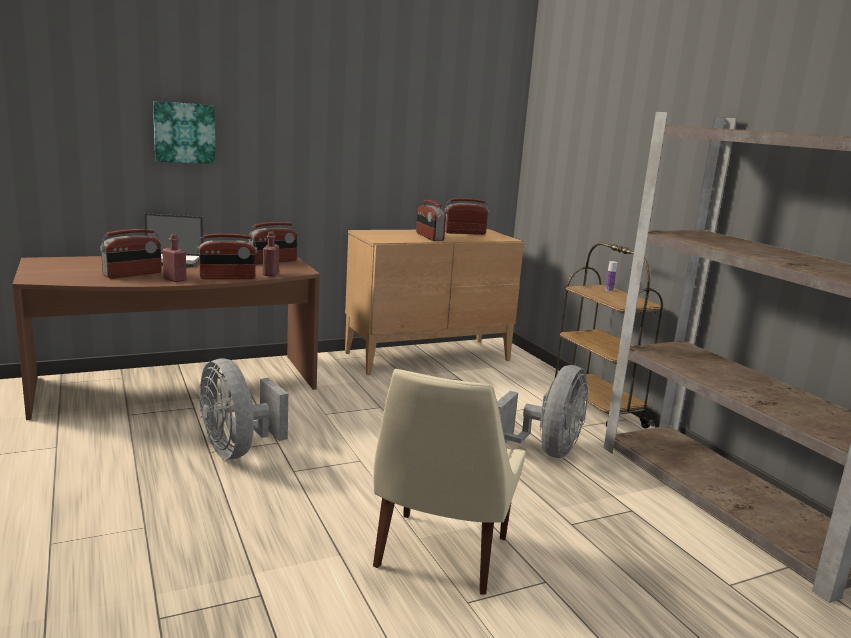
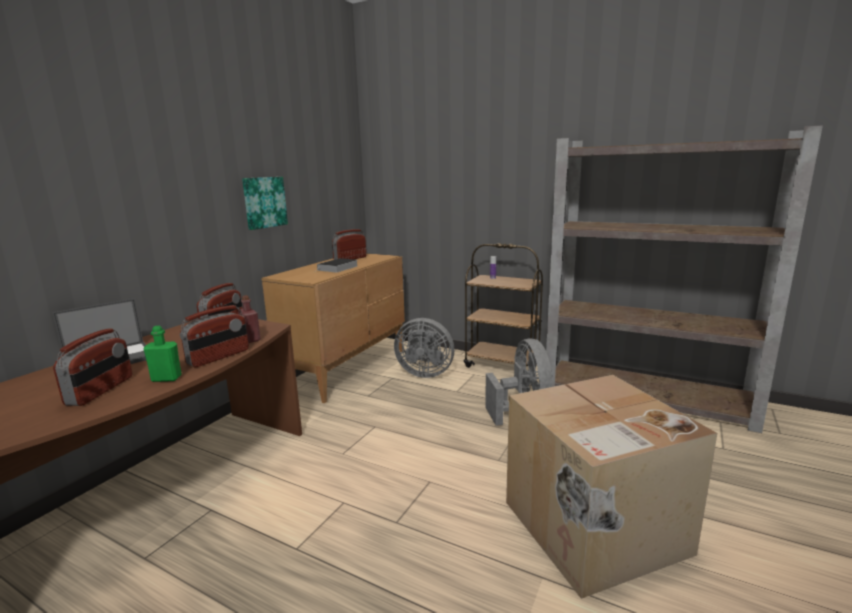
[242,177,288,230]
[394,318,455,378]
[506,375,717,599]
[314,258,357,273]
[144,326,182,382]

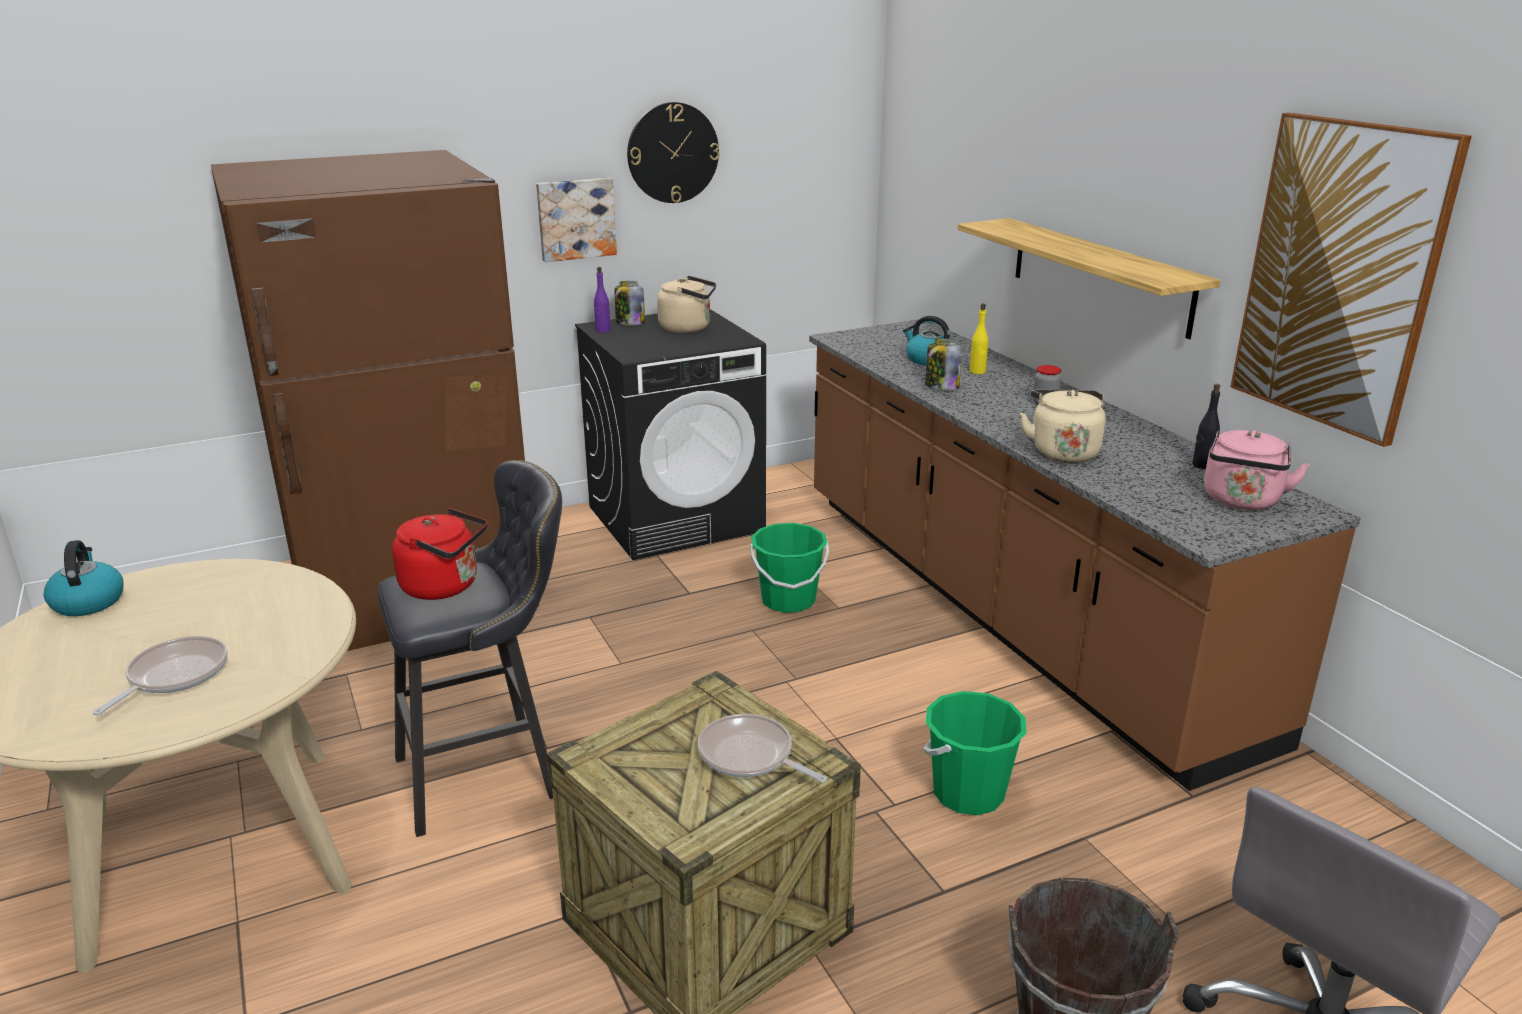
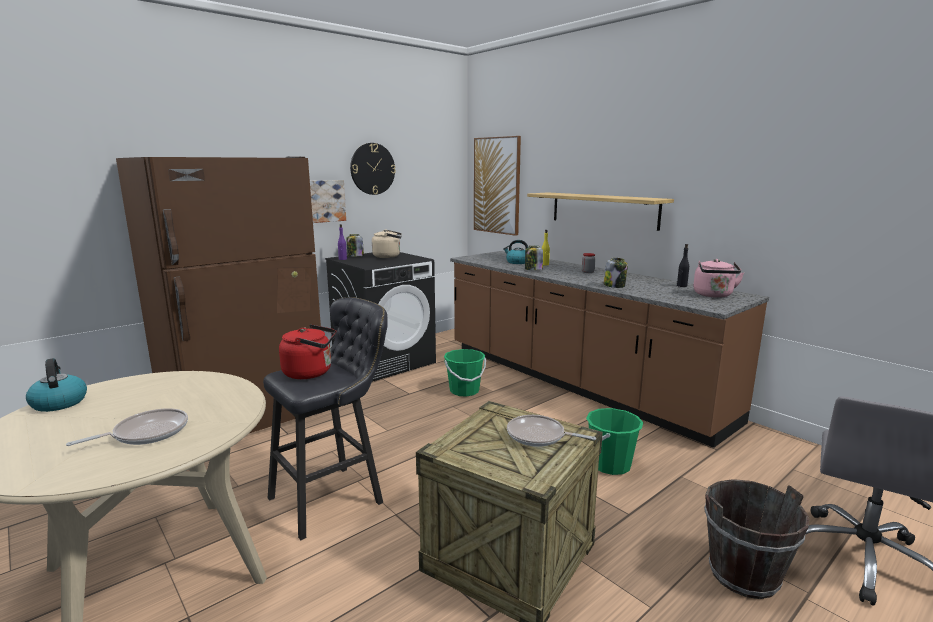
[474,136,521,236]
[603,258,628,288]
[66,408,188,446]

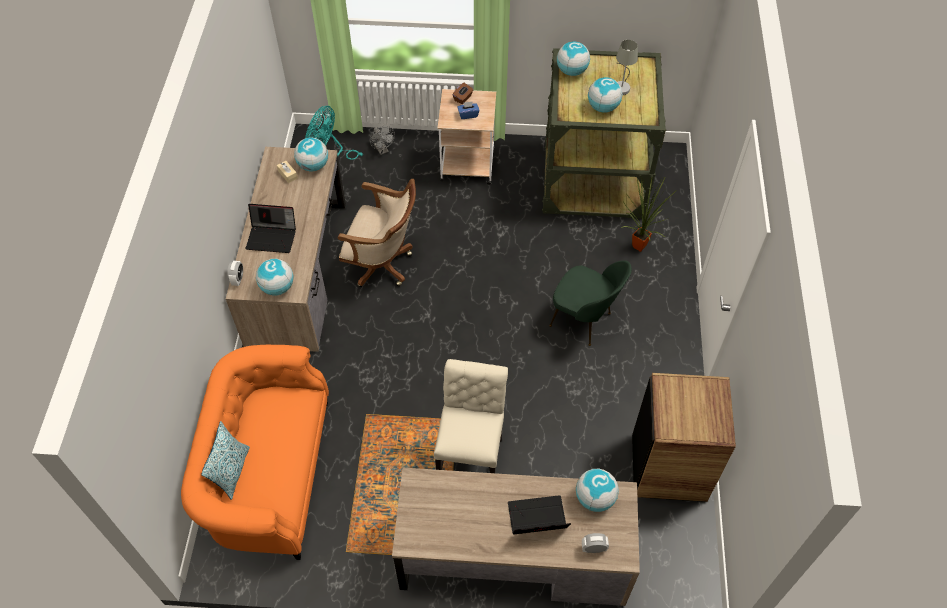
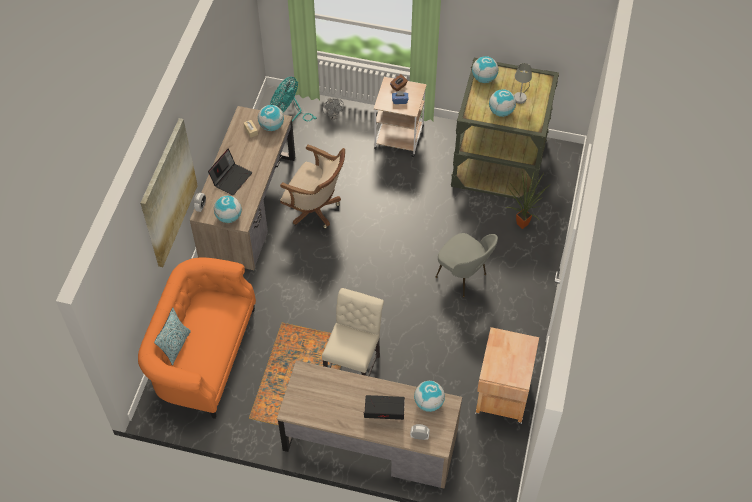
[140,118,198,267]
[475,327,539,424]
[436,233,498,297]
[208,148,252,196]

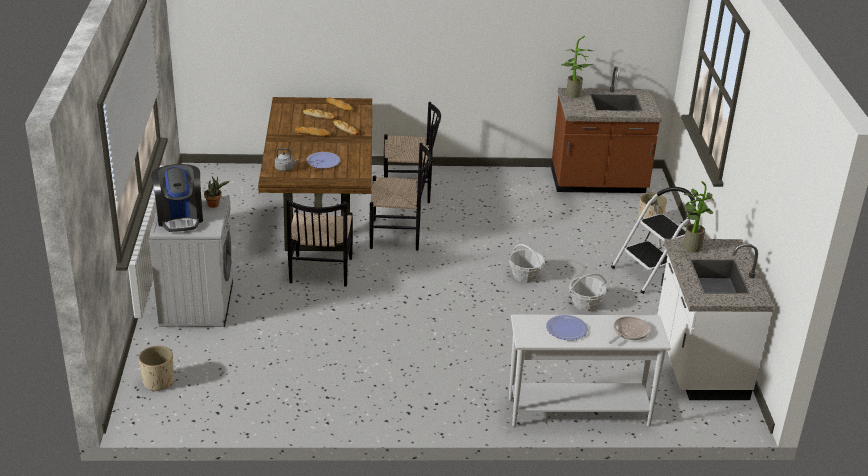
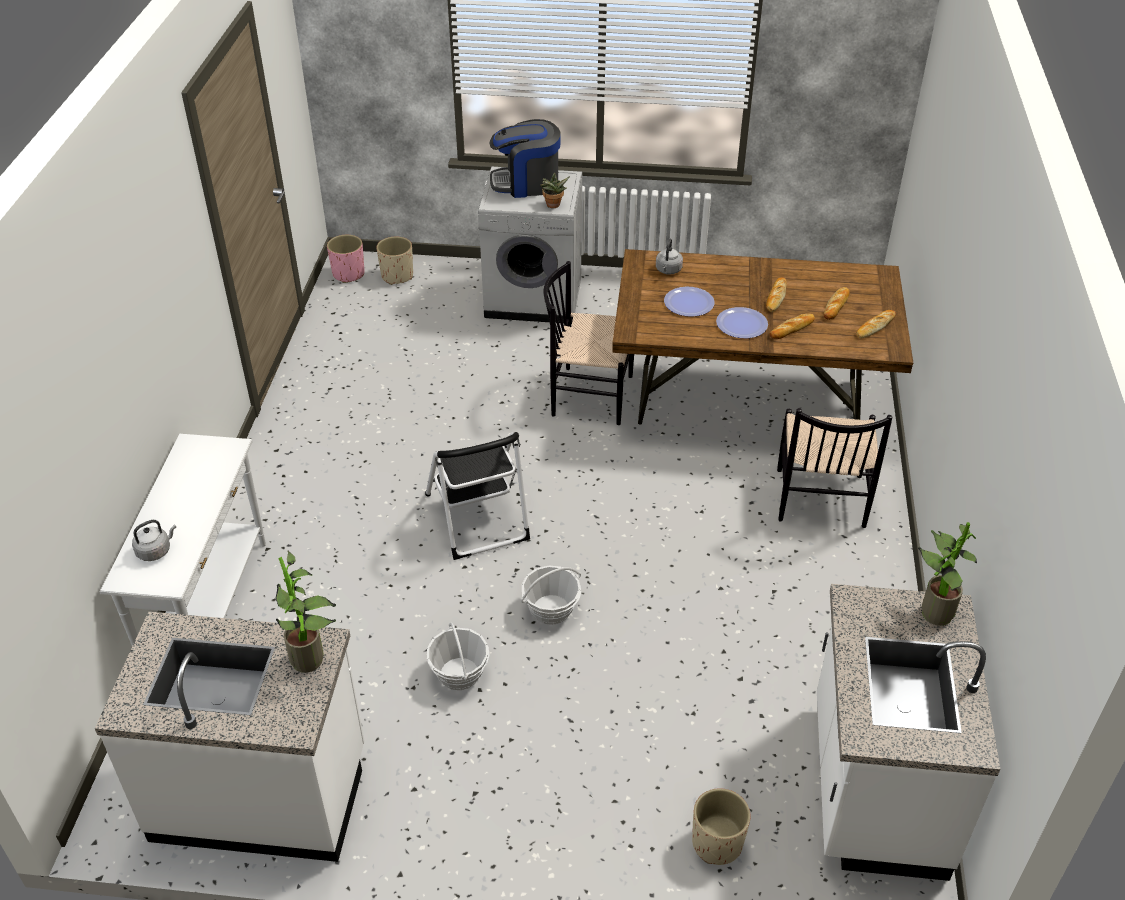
[369,143,432,251] (first image)
[327,235,364,283]
[716,307,768,338]
[425,432,530,560]
[132,520,176,561]
[817,584,1000,881]

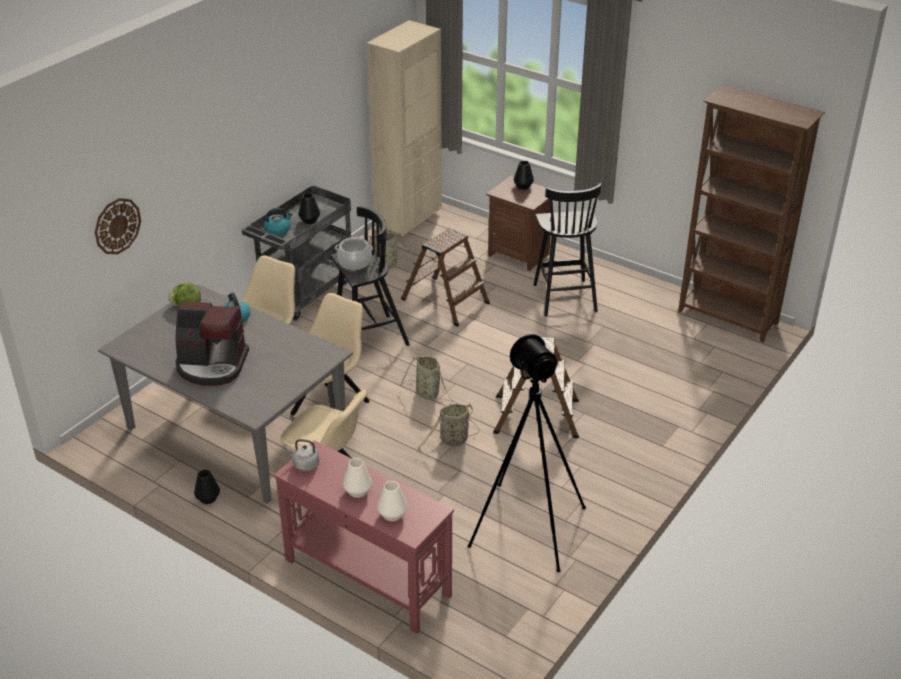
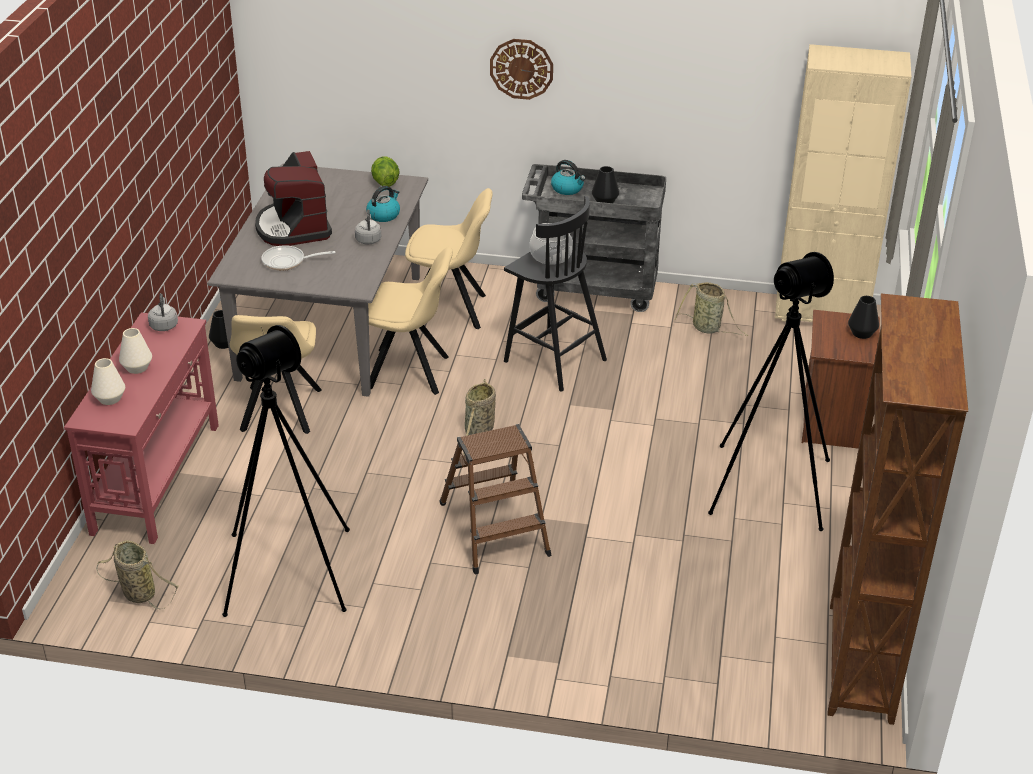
[401,228,490,327] (first image)
[261,245,336,271]
[355,209,382,245]
[490,39,553,100]
[96,540,178,609]
[708,252,834,531]

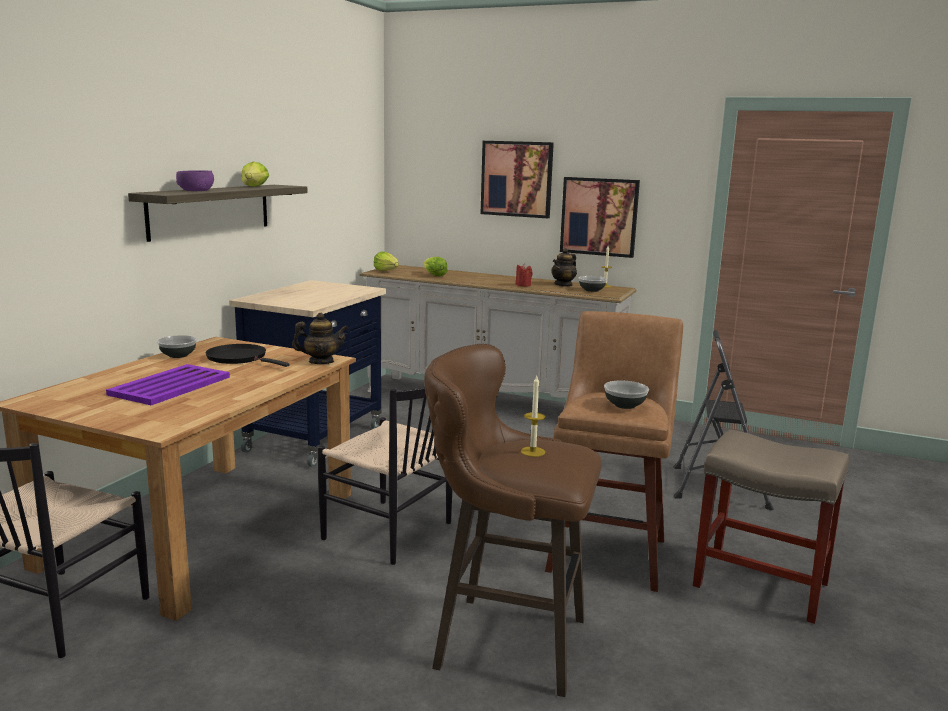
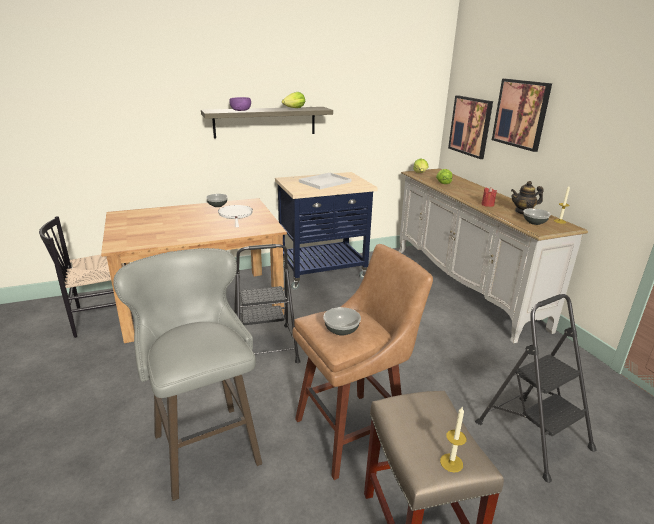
[106,364,230,405] (first image)
[292,313,349,364] (first image)
[299,173,351,189]
[440,406,467,473]
[448,95,493,159]
[234,244,301,363]
[218,205,253,227]
[113,248,262,501]

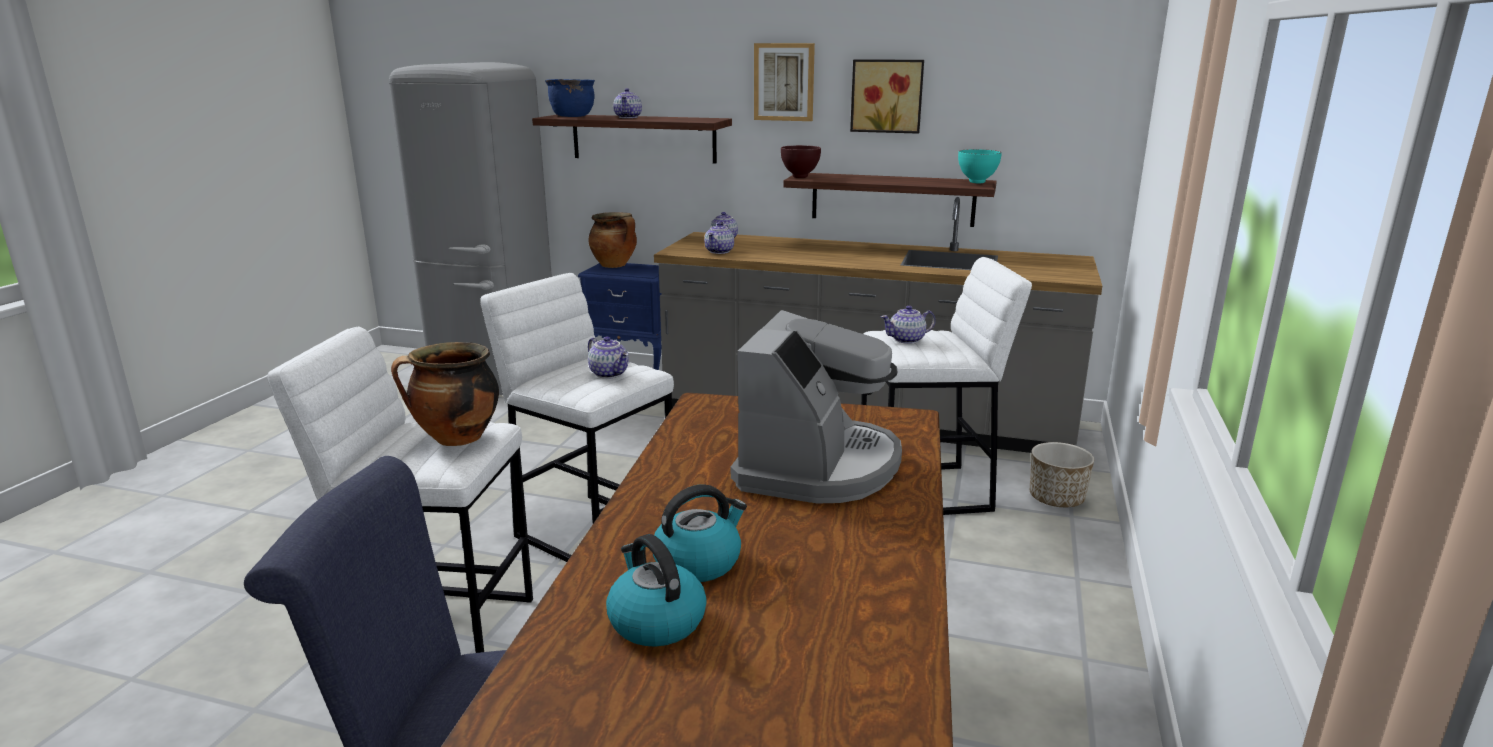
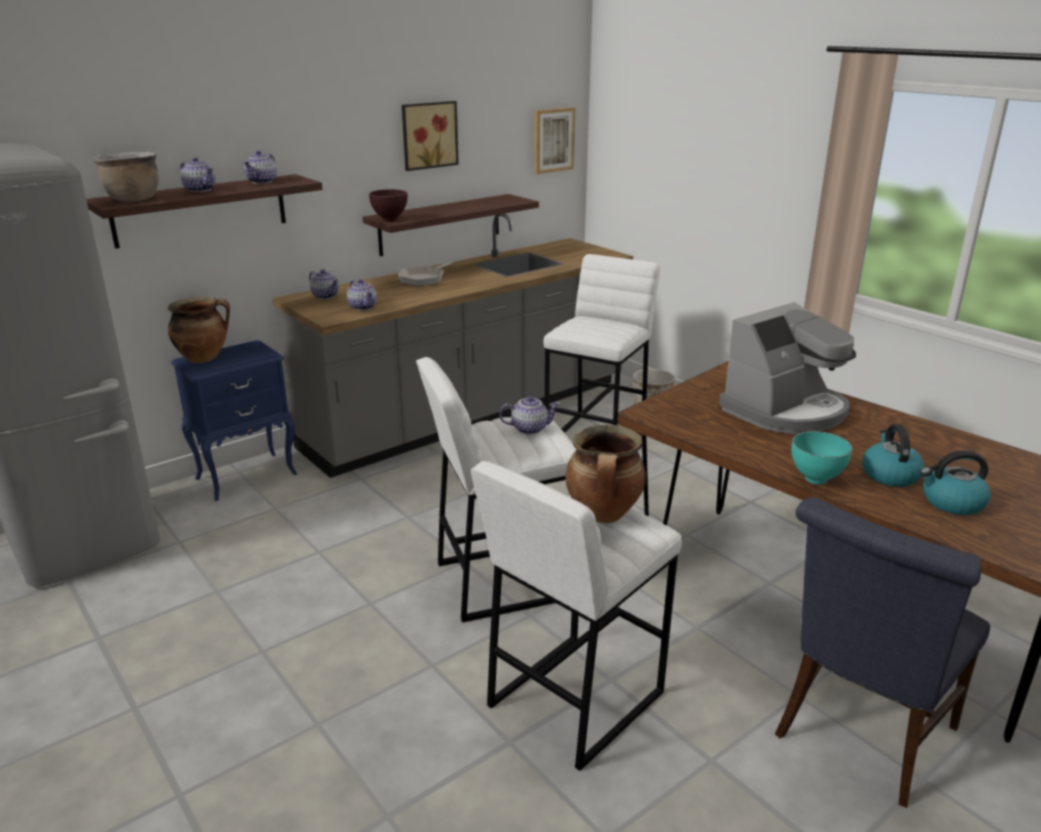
[398,262,453,286]
[534,107,575,174]
[243,151,277,184]
[791,431,852,485]
[93,152,159,201]
[719,302,856,434]

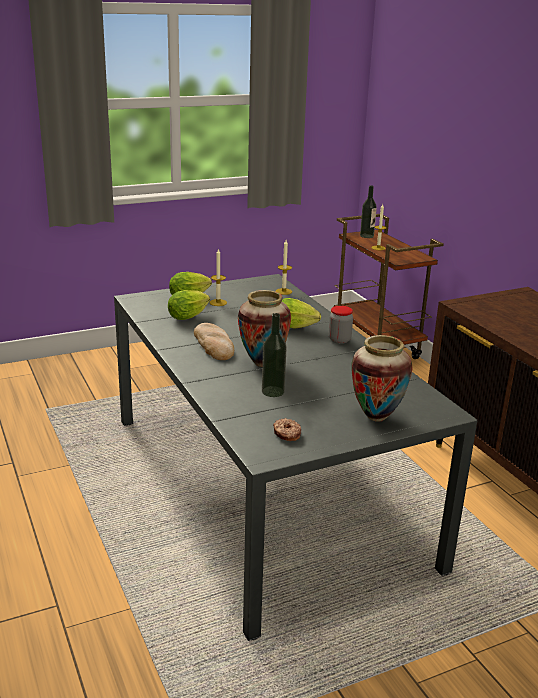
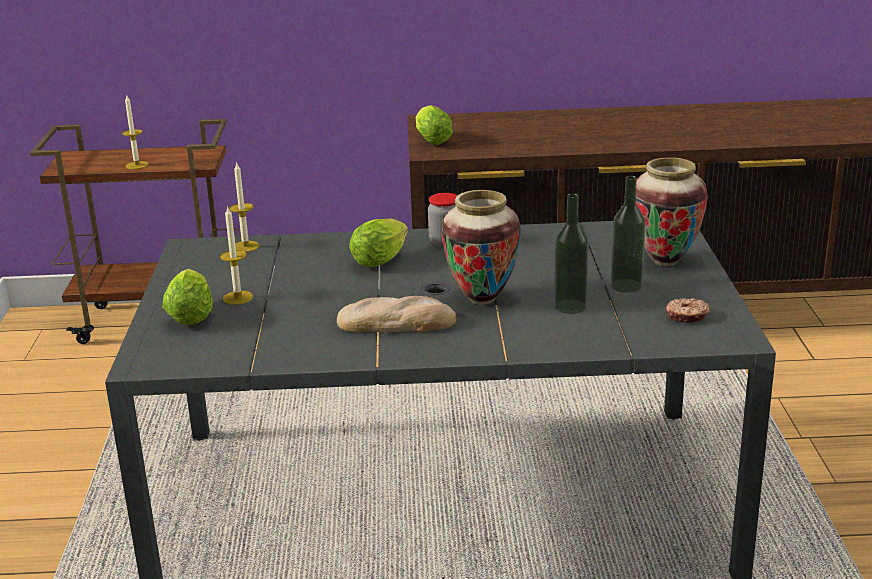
[416,105,453,145]
[611,176,646,292]

